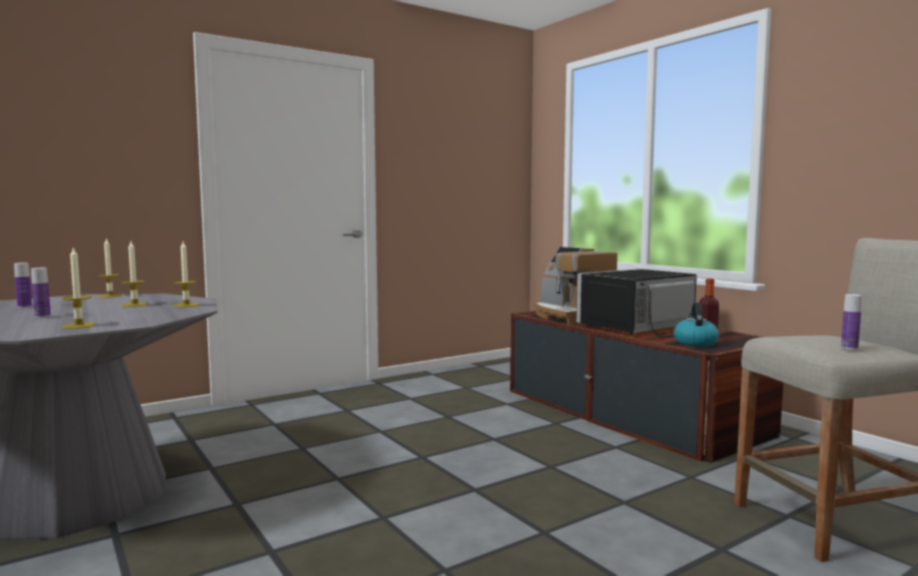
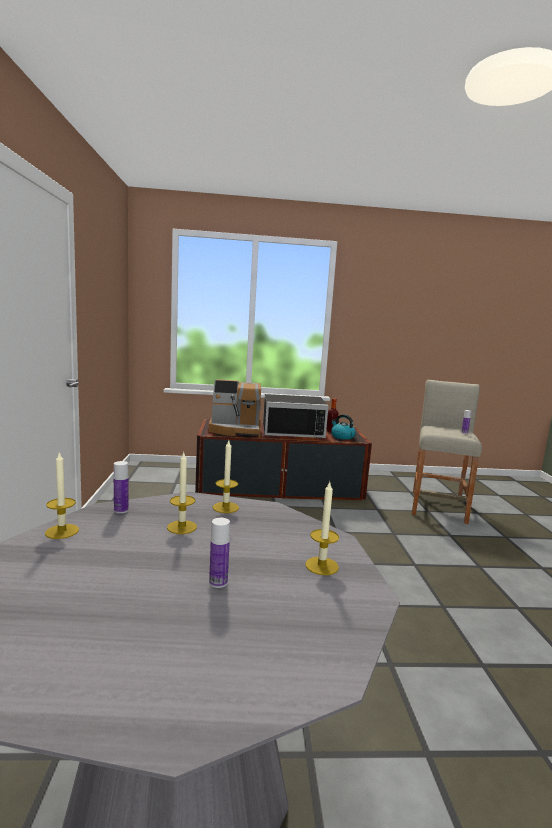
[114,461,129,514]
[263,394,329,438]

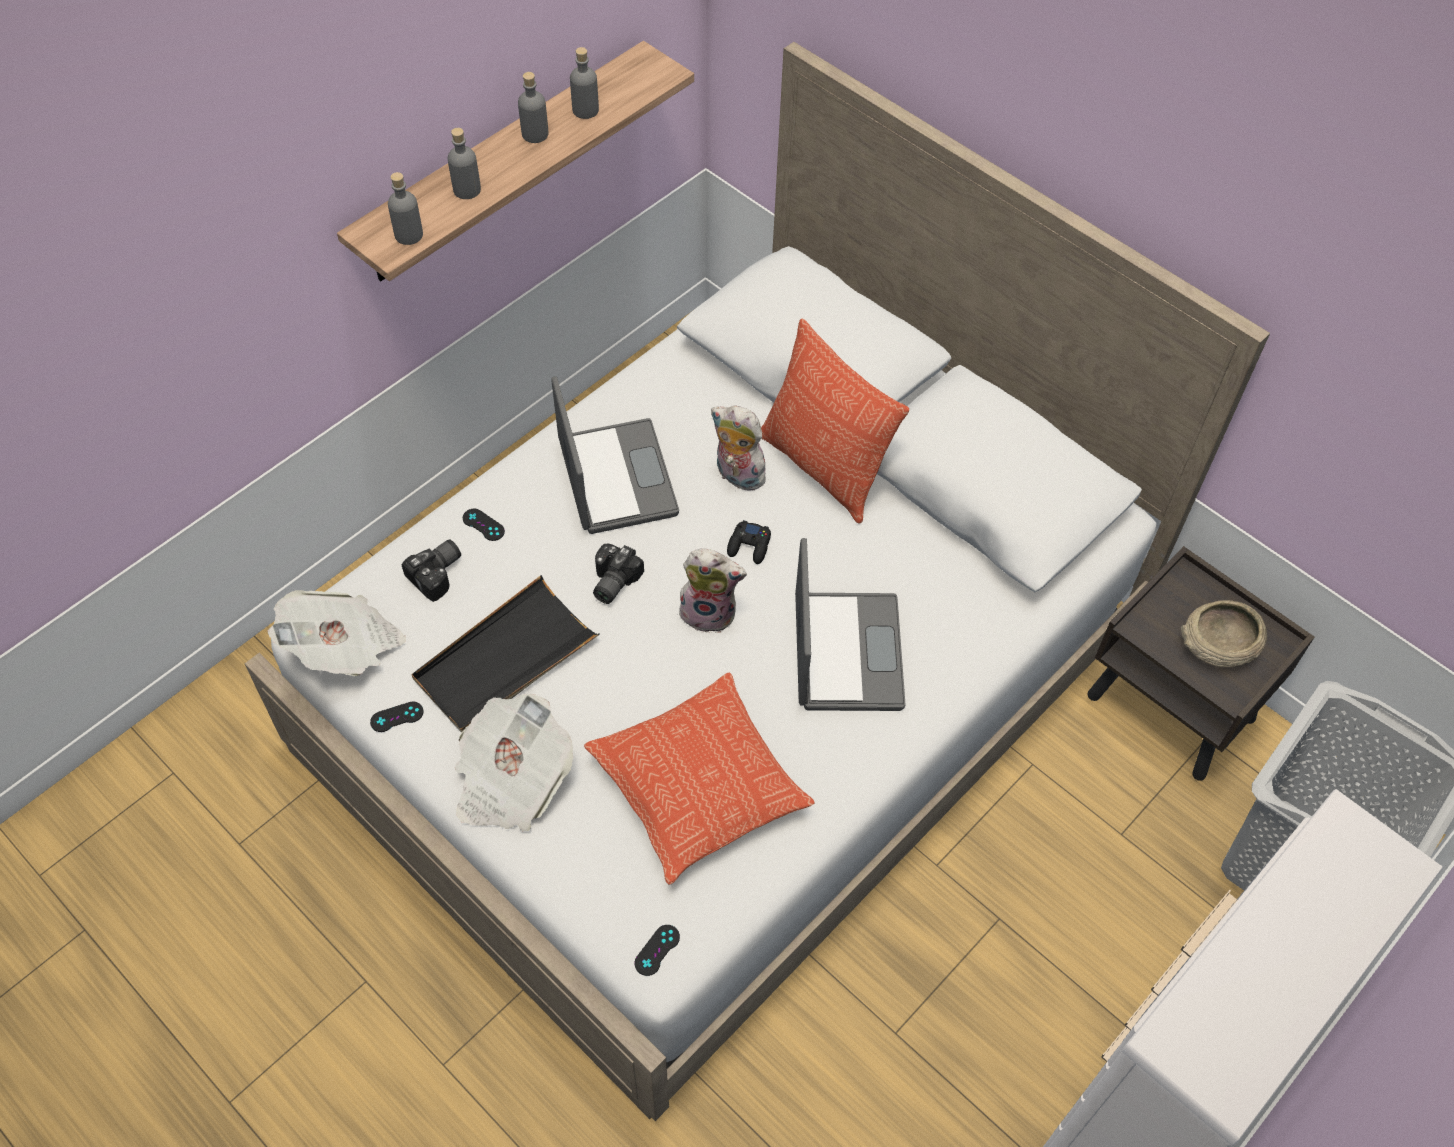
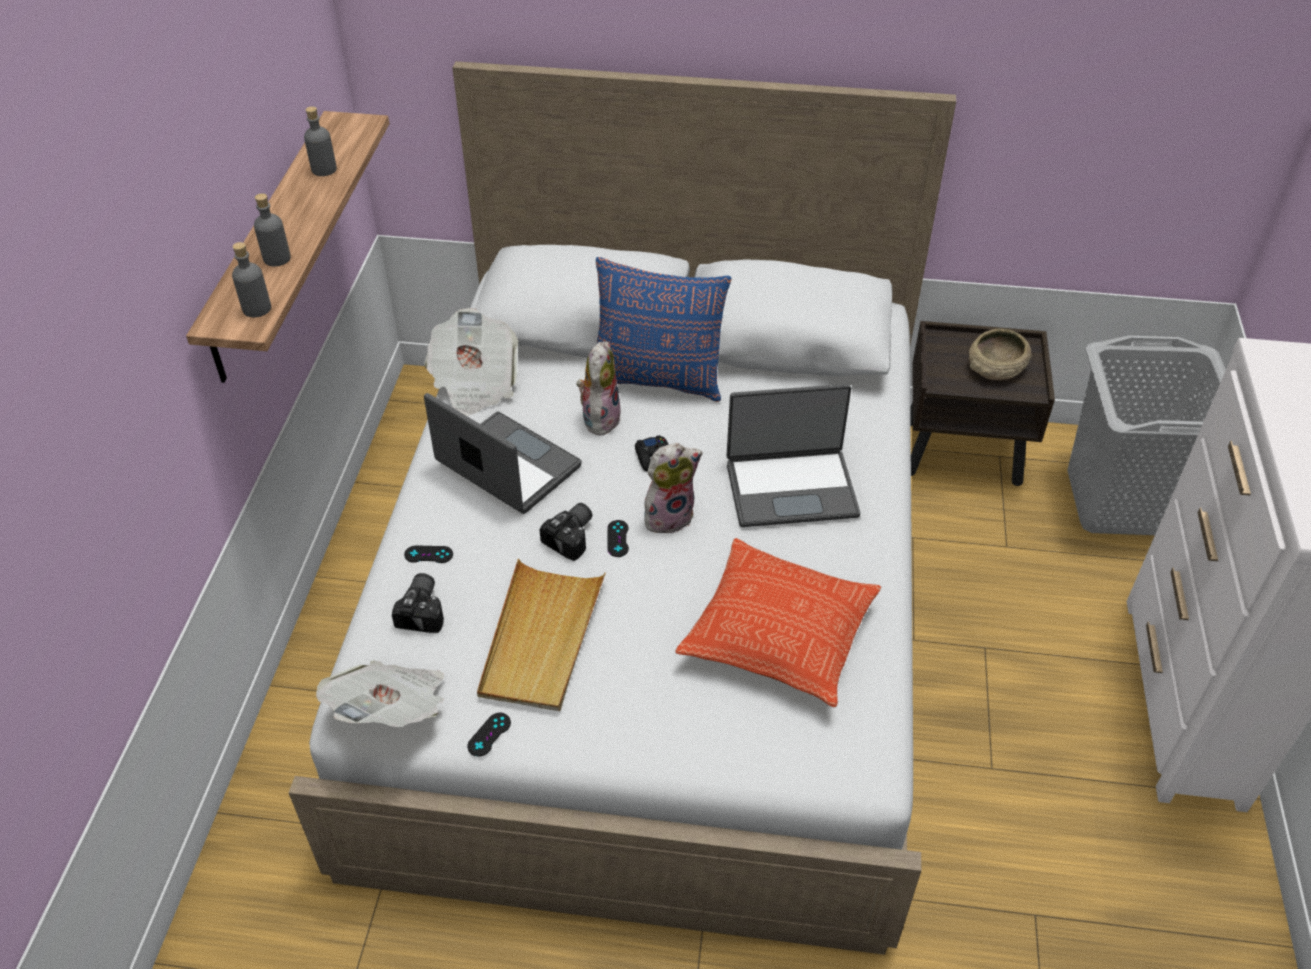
[518,72,549,143] (first image)
[424,308,518,416]
[607,520,629,557]
[477,559,606,711]
[596,257,732,402]
[539,503,592,561]
[577,341,621,436]
[726,384,861,527]

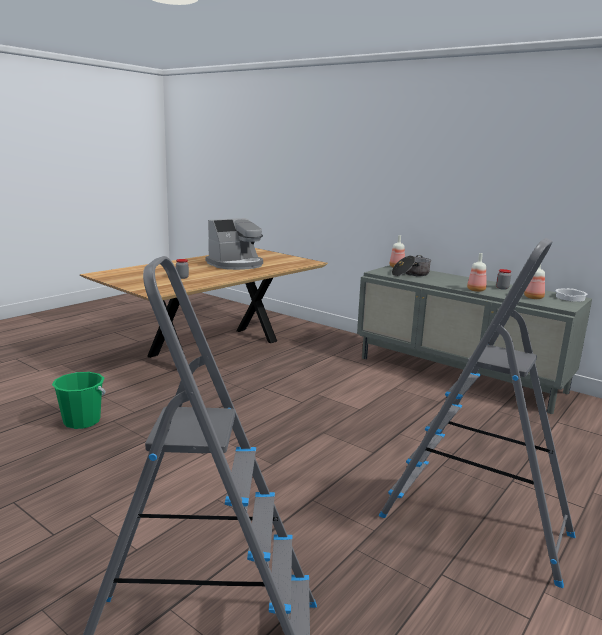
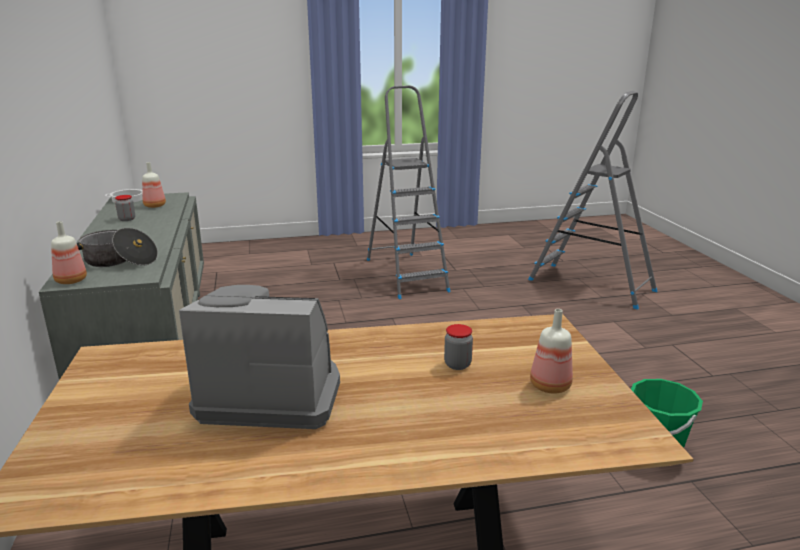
[530,309,573,394]

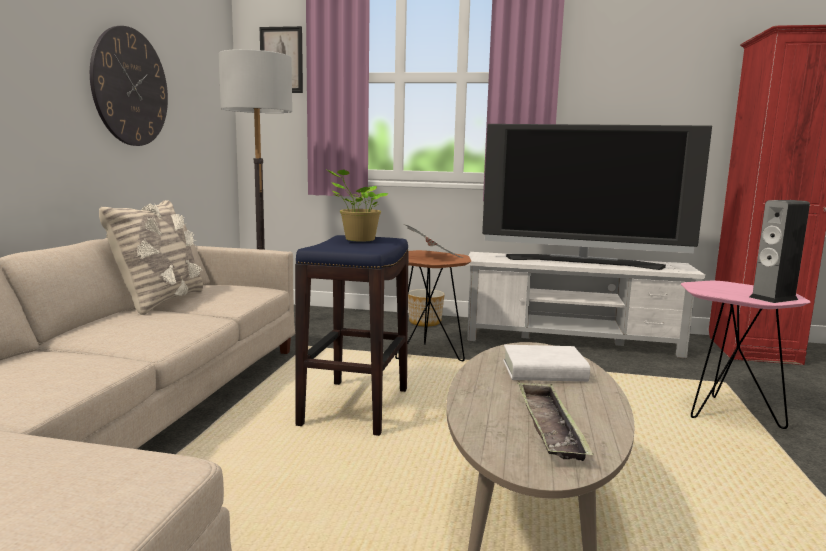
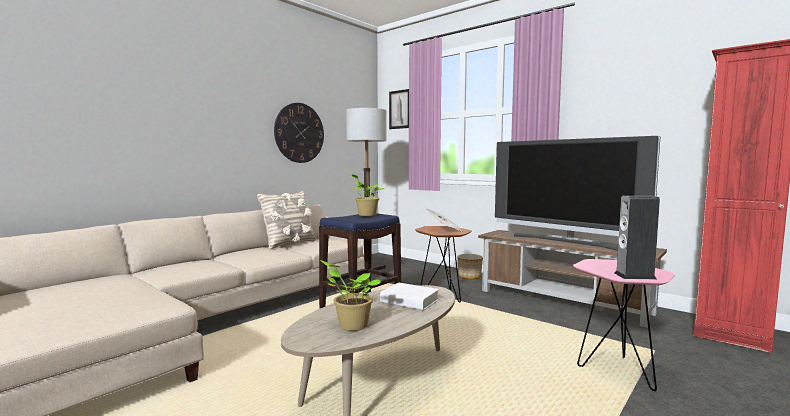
[320,260,381,331]
[478,230,667,328]

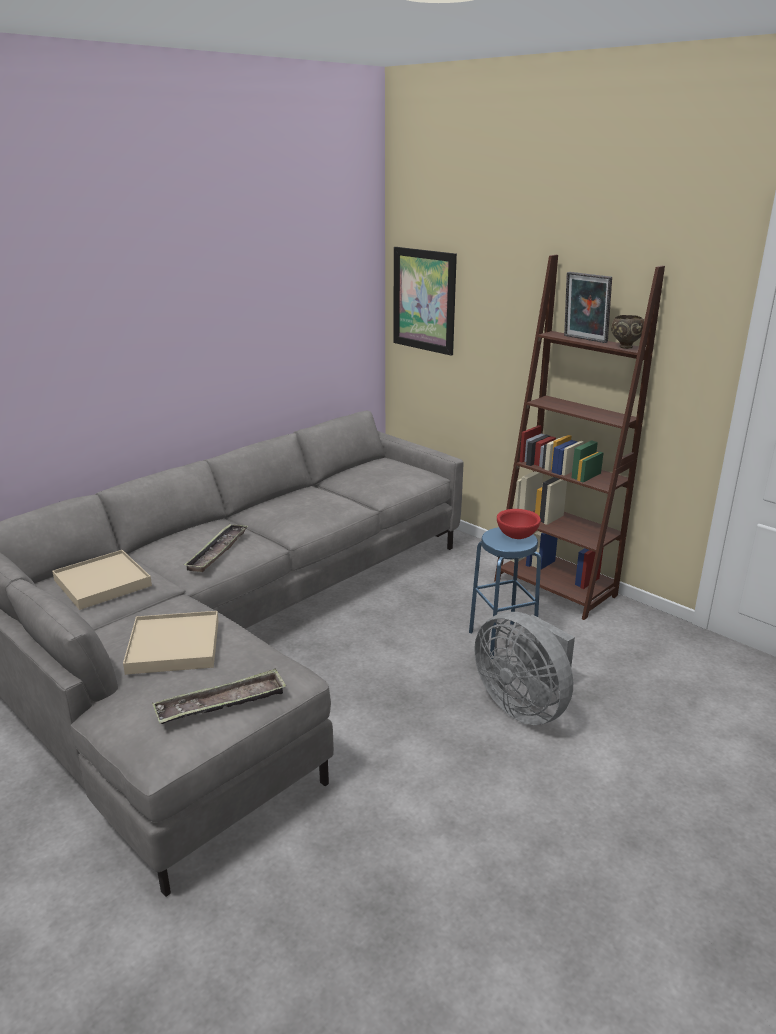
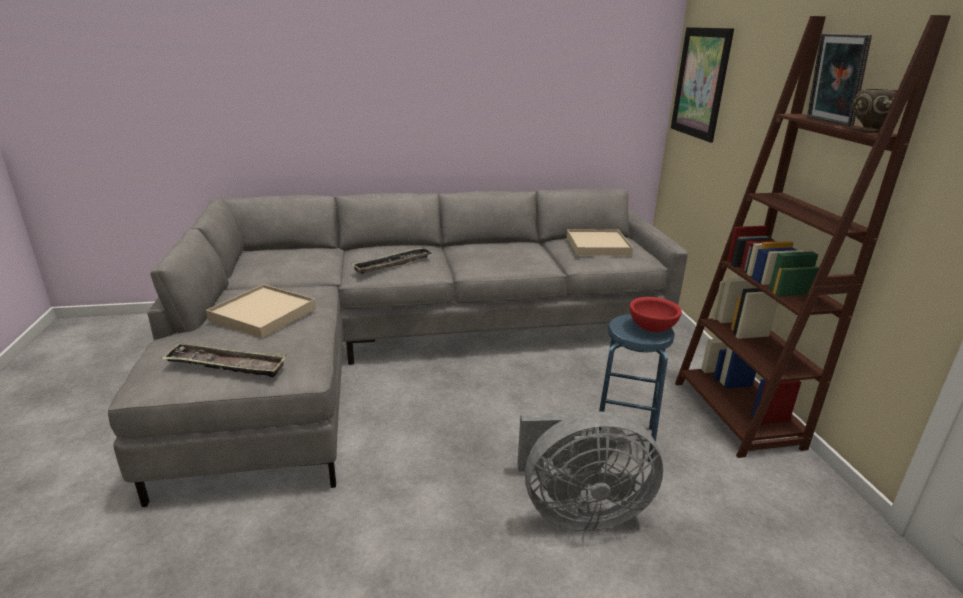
[567,229,633,256]
[517,411,663,531]

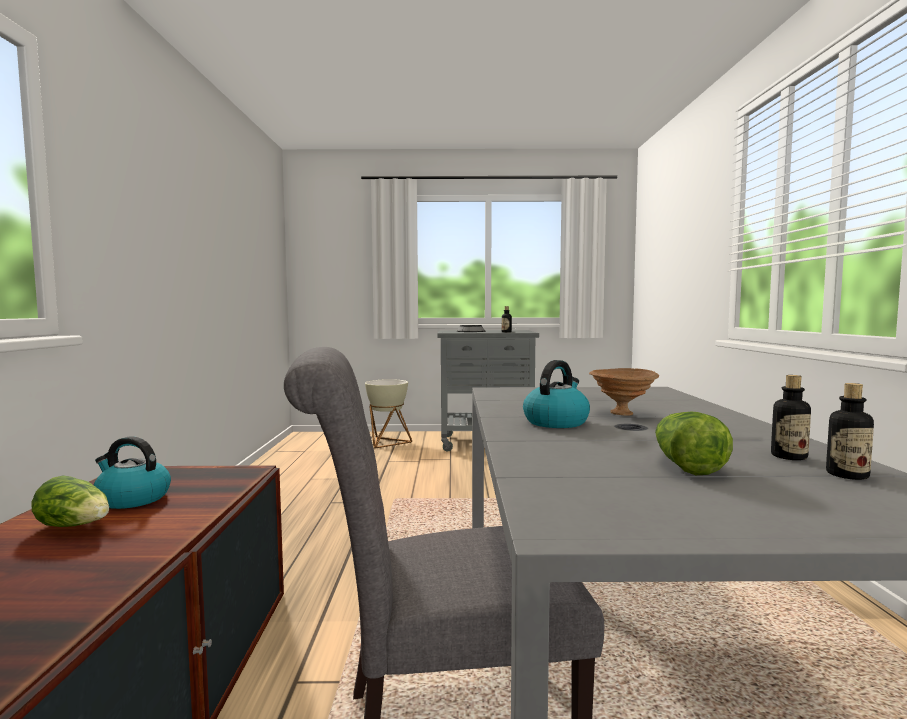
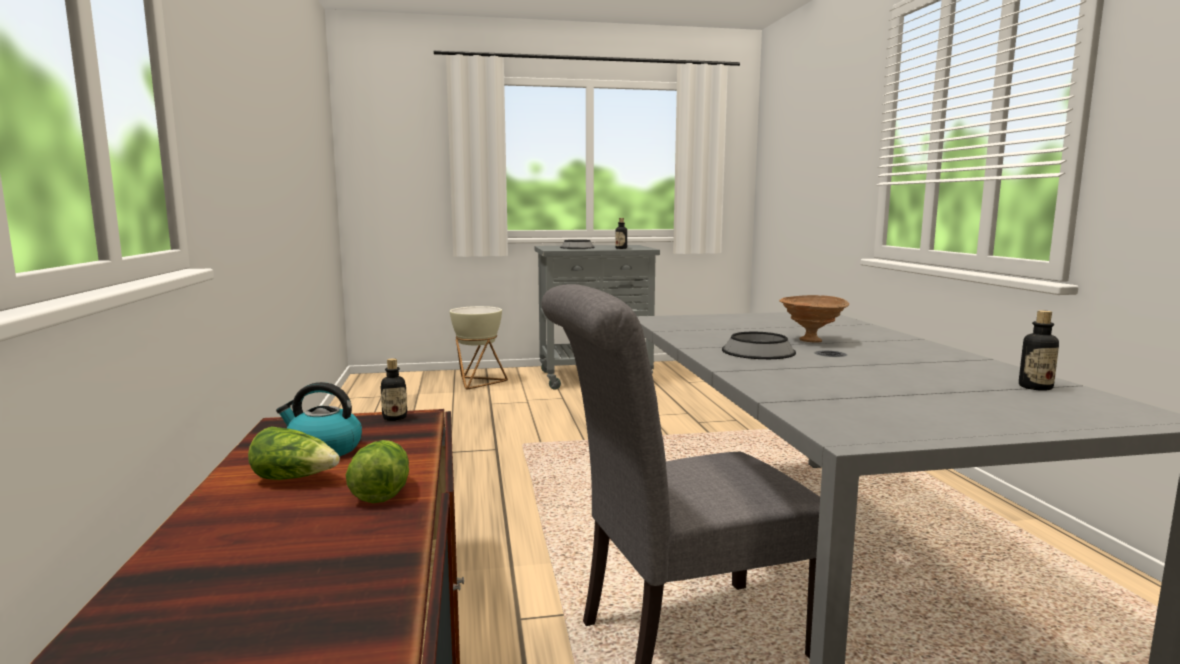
[346,440,409,503]
[380,359,407,421]
[722,332,796,359]

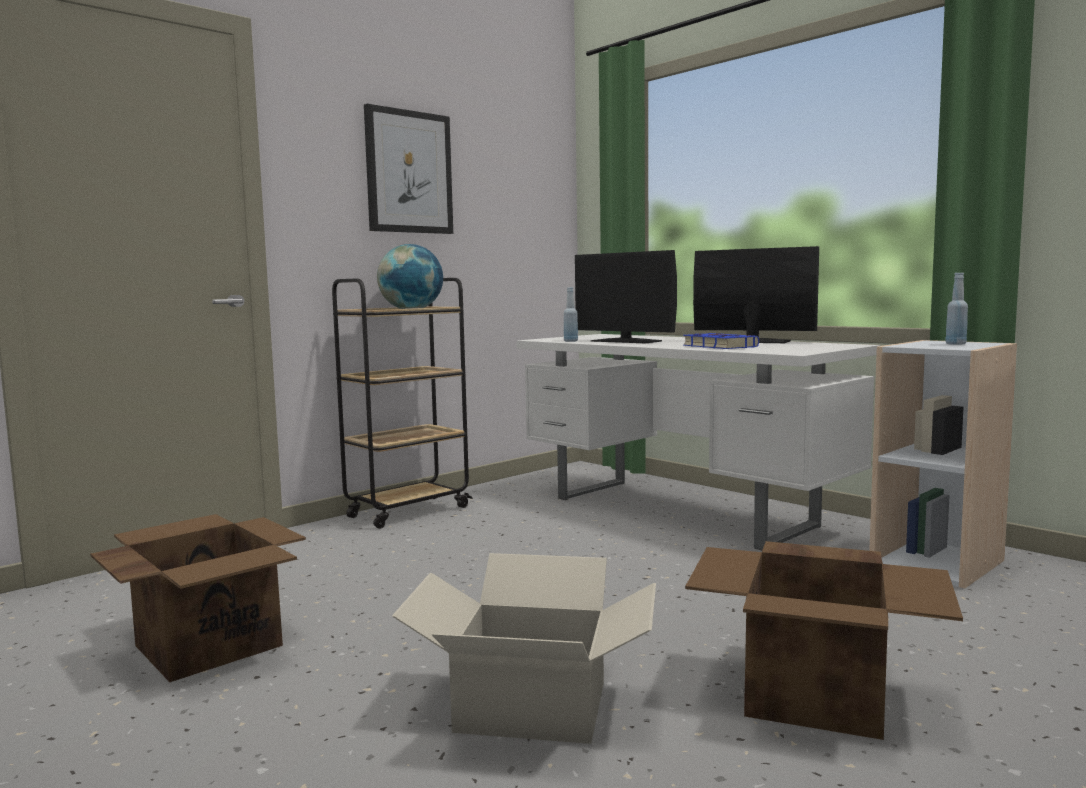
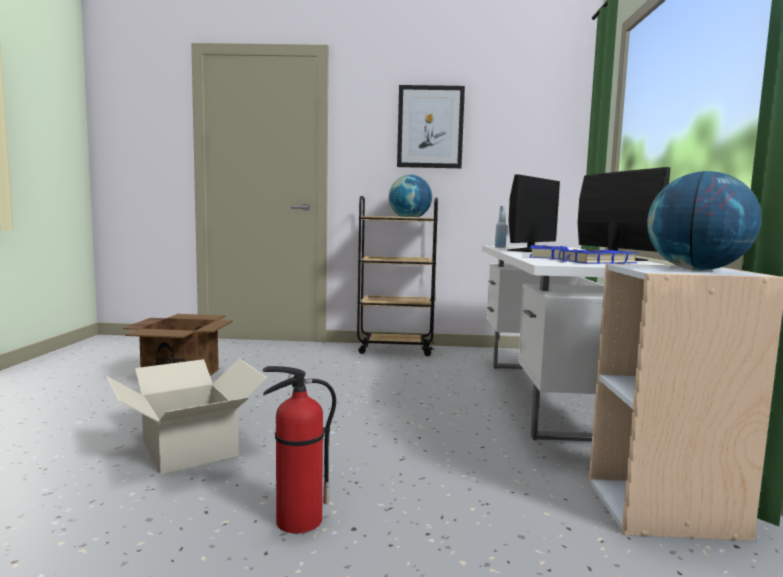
[559,250,637,264]
[262,366,336,534]
[647,171,761,270]
[507,174,560,252]

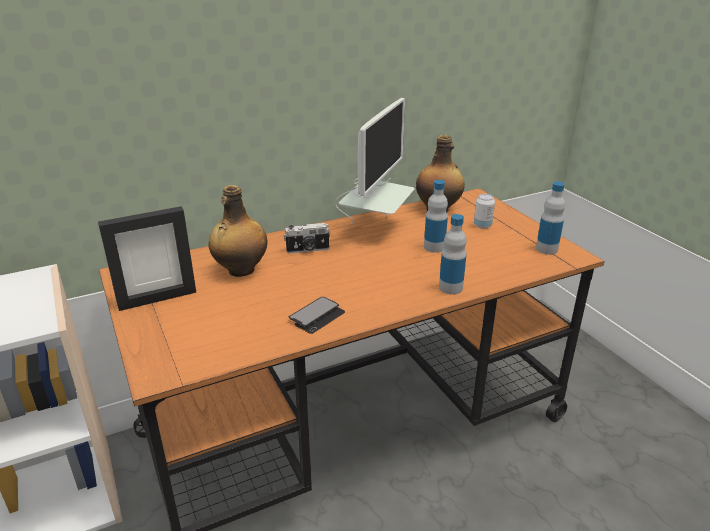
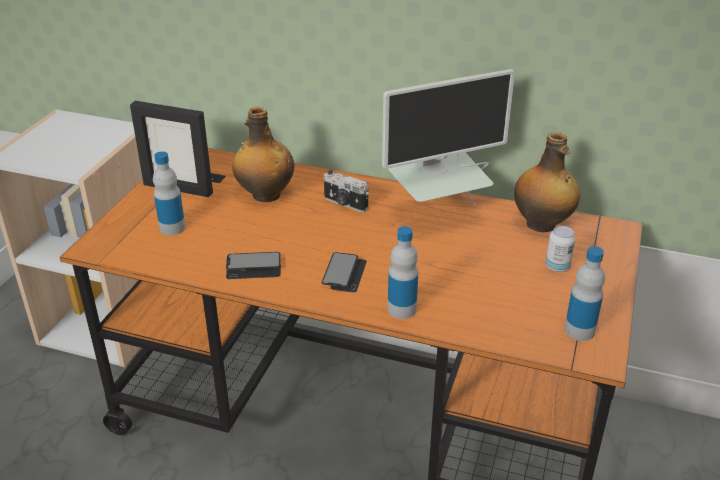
[321,252,367,292]
[153,151,186,236]

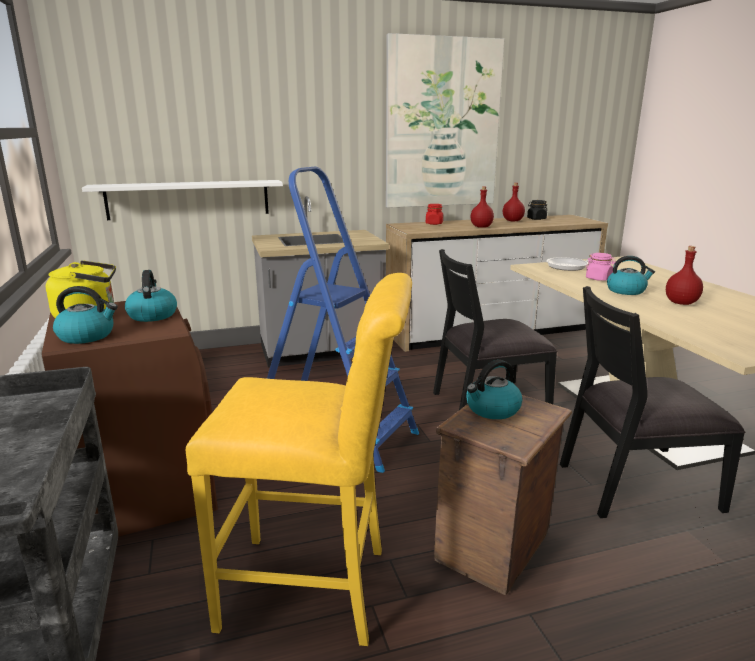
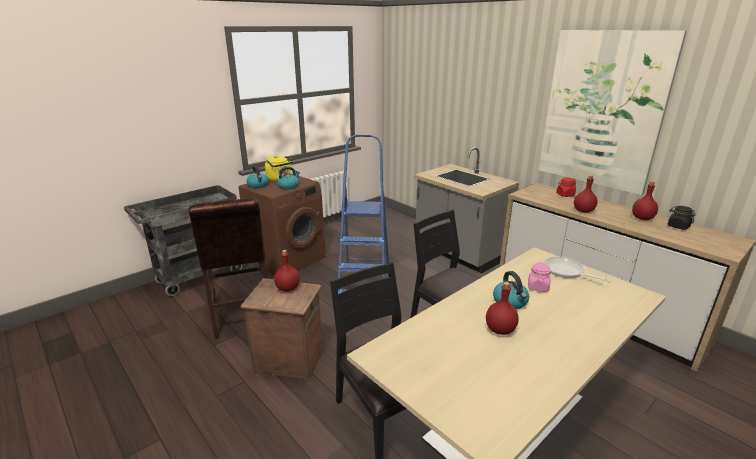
[82,180,283,220] (first image)
[274,250,300,292]
[188,198,267,339]

